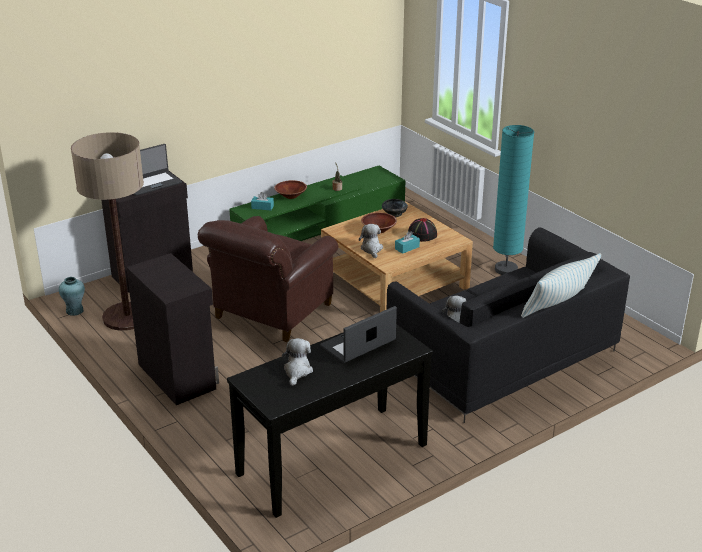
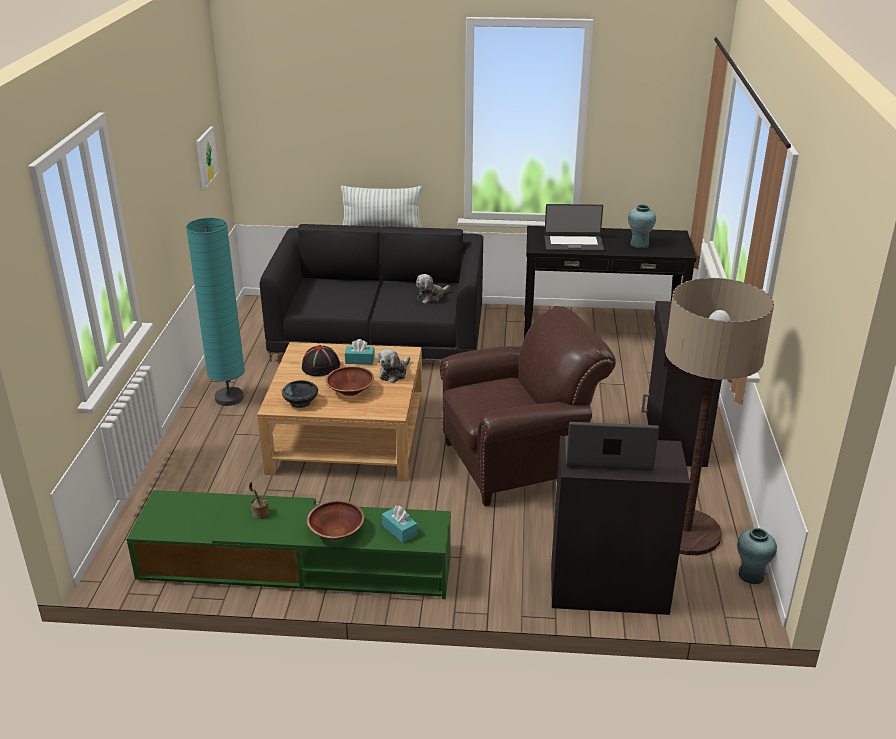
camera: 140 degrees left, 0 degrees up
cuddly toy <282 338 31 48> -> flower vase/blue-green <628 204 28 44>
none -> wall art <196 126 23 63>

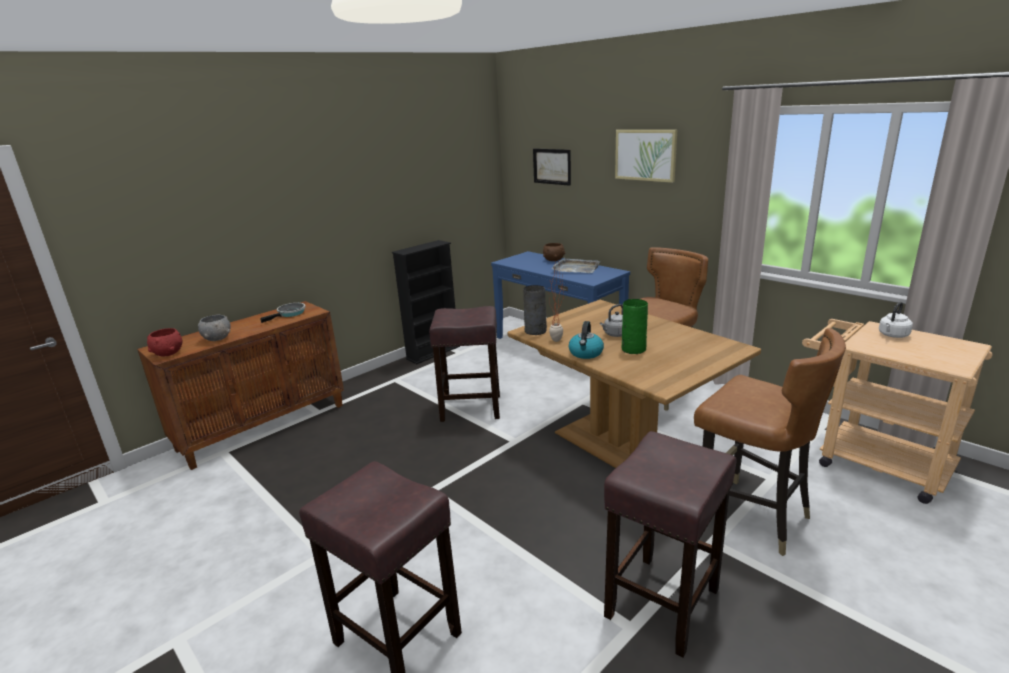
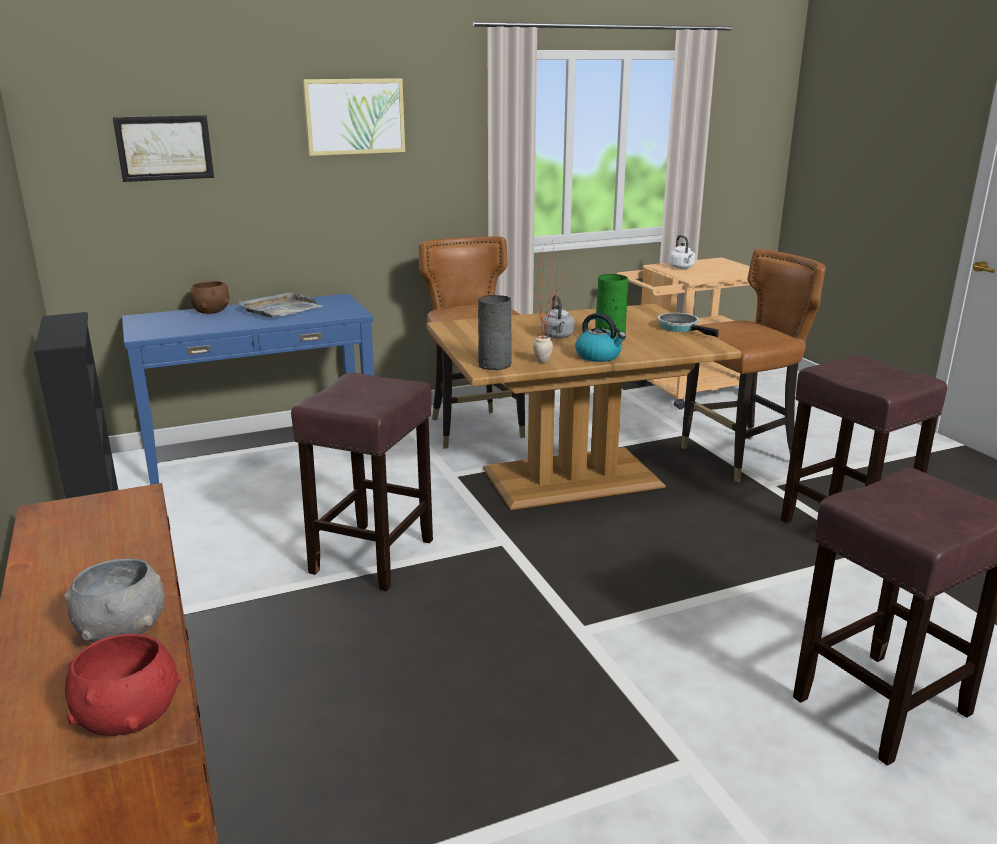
camera: 70 degrees left, 0 degrees up
pan <260 303 46 20> -> pan <658 313 61 24>, move

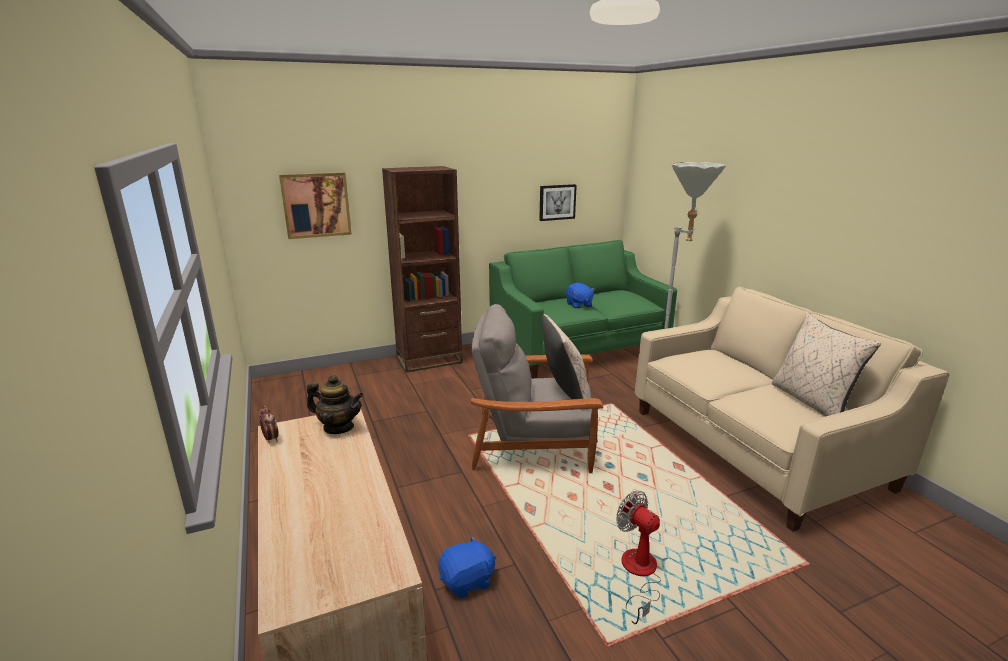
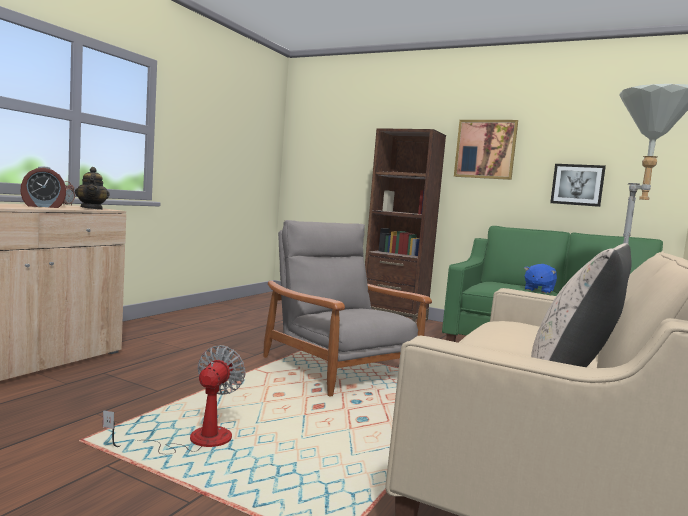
camera: 50 degrees right, 15 degrees down
wall art <279 172 73 67> -> wall art <454 120 64 60>, move
cushion/beige <542 314 46 85> -> none
cuddly toy/blue <439 536 57 62> -> none
none -> table clock <21 166 45 42>

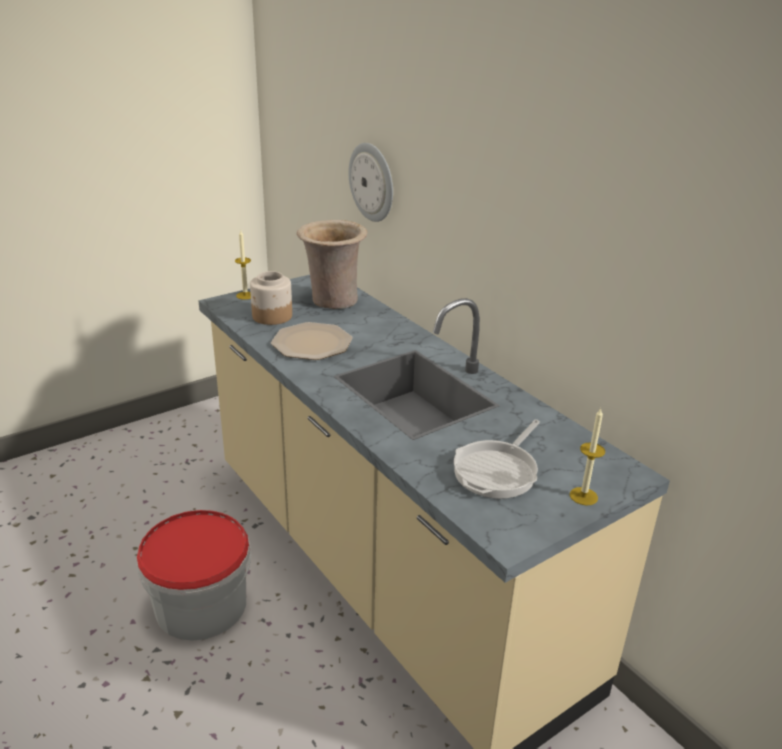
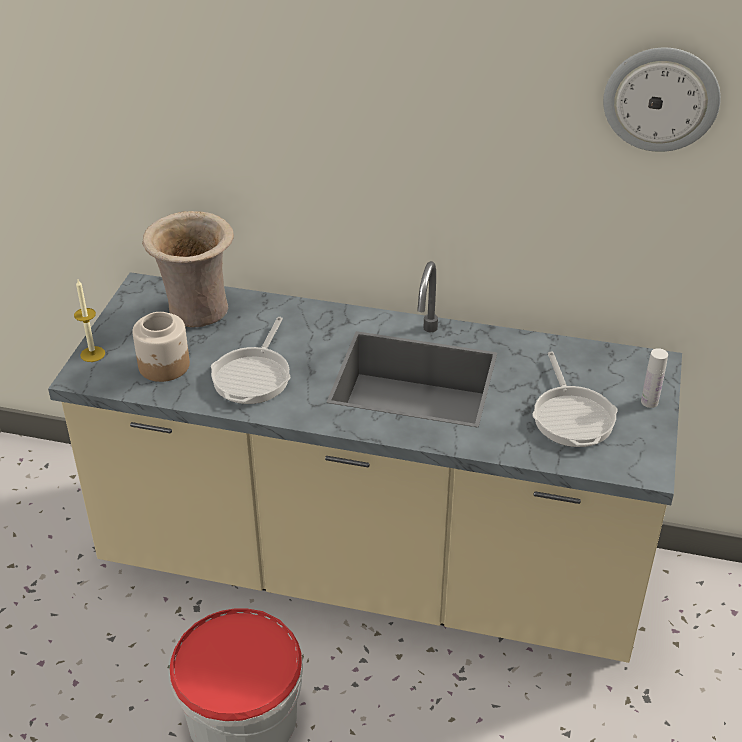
camera: 40 degrees left, 10 degrees up
hanging clock <349 143 44 79> -> hanging clock <603 48 118 104>, move
plate <271 322 82 38> -> pan <211 317 79 87>
wax light <570 408 35 97> -> bottle/white-coloured <641 348 27 60>

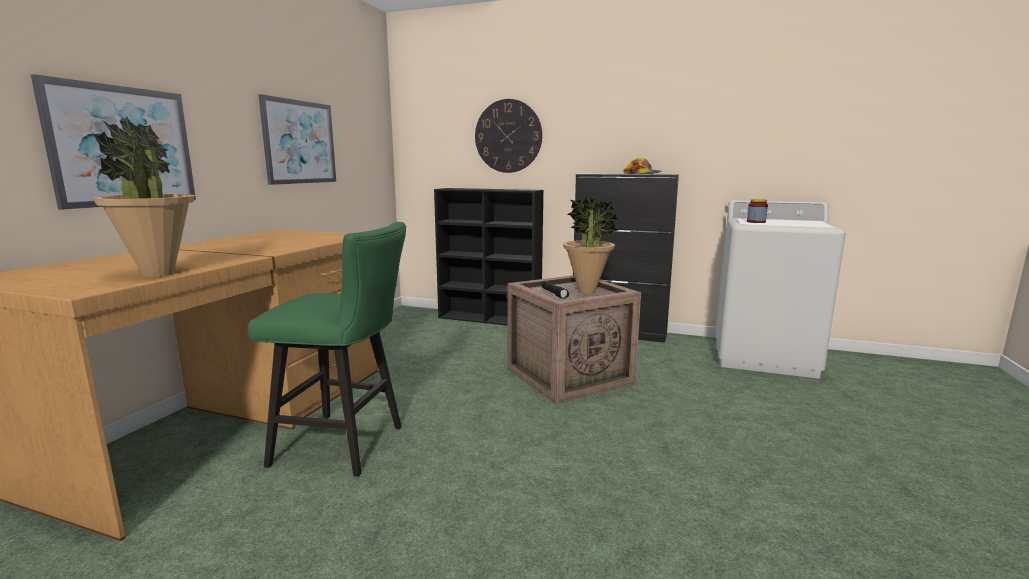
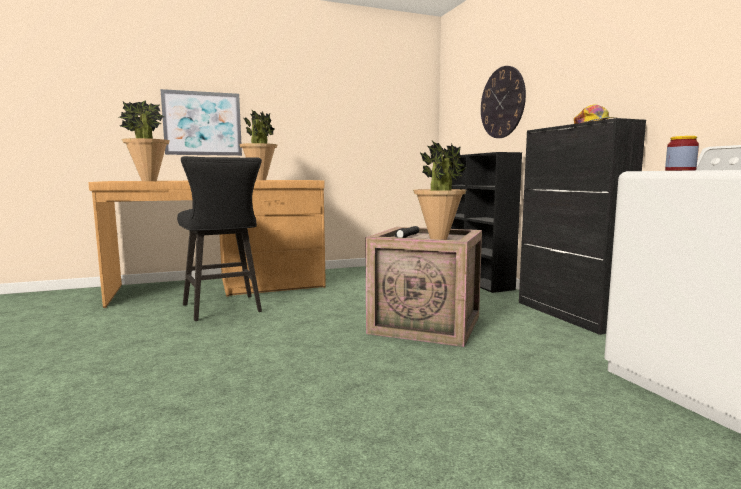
camera: 50 degrees right, 5 degrees down
wall art <258 94 78 91> -> none
stool/greenish <248 222 158 255> -> stool/blackish <177 156 85 165>
none -> plant in a pot <239 109 38 71>

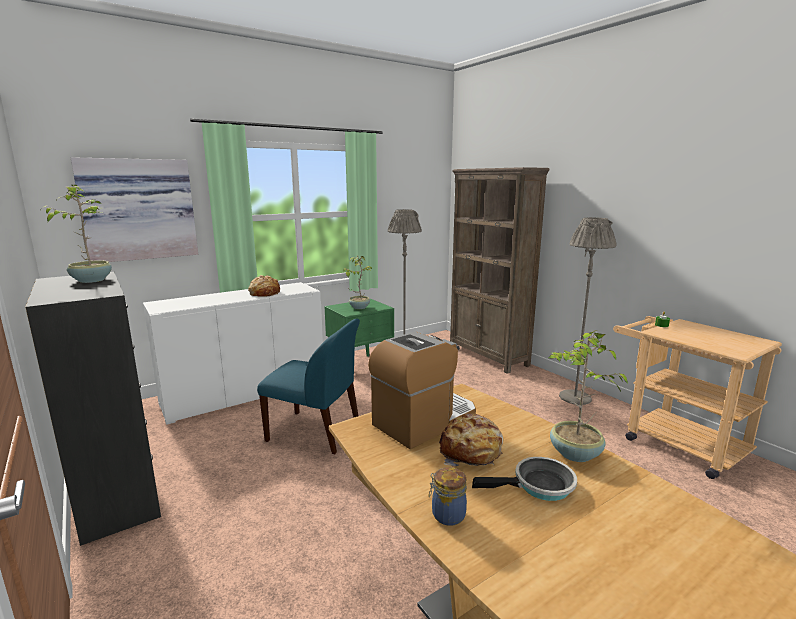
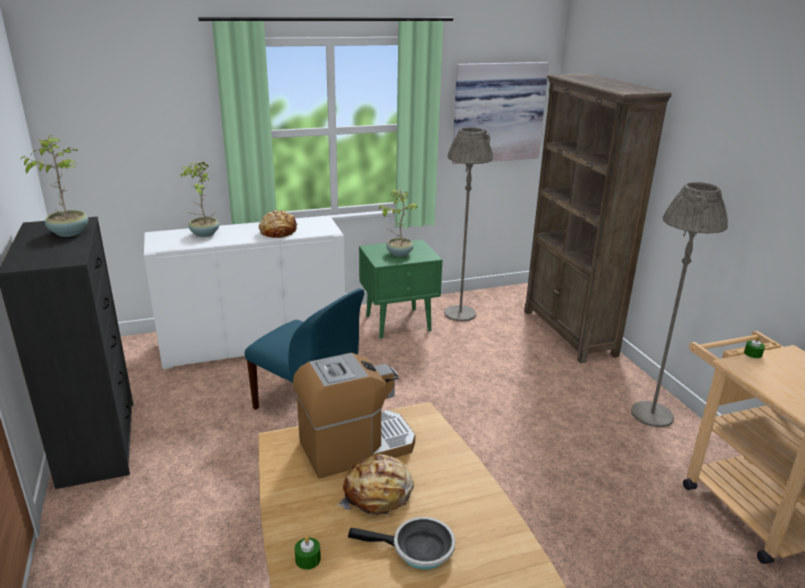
camera: 15 degrees right, 10 degrees up
wall art <71 157 127 105> -> wall art <452 62 97 102>, move
plant in a pot <549 330 79 132> -> plant in a pot <181 162 38 75>, move
storage jar <429 467 38 59> -> wax light/greenish <295 537 26 33>

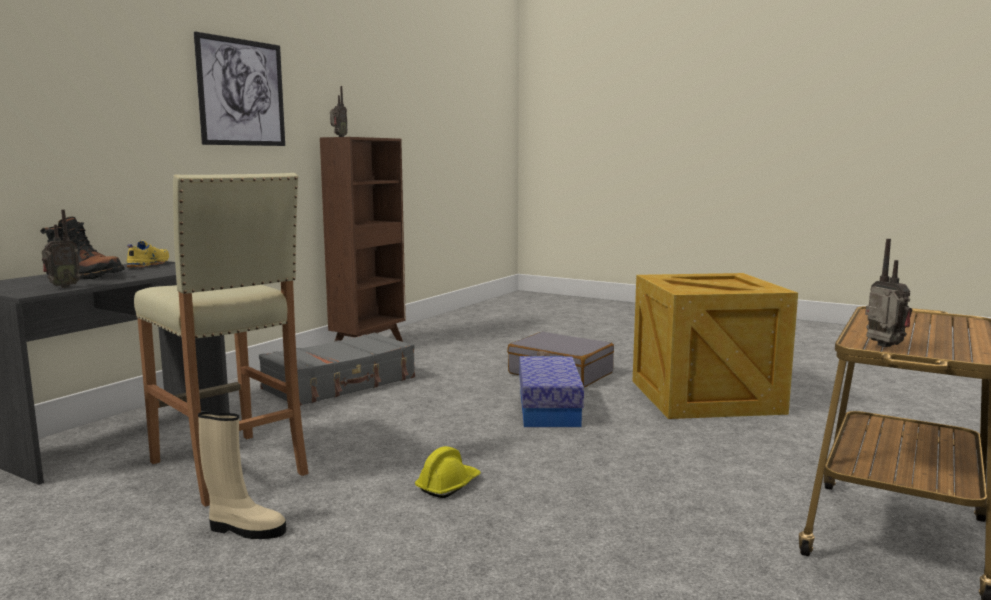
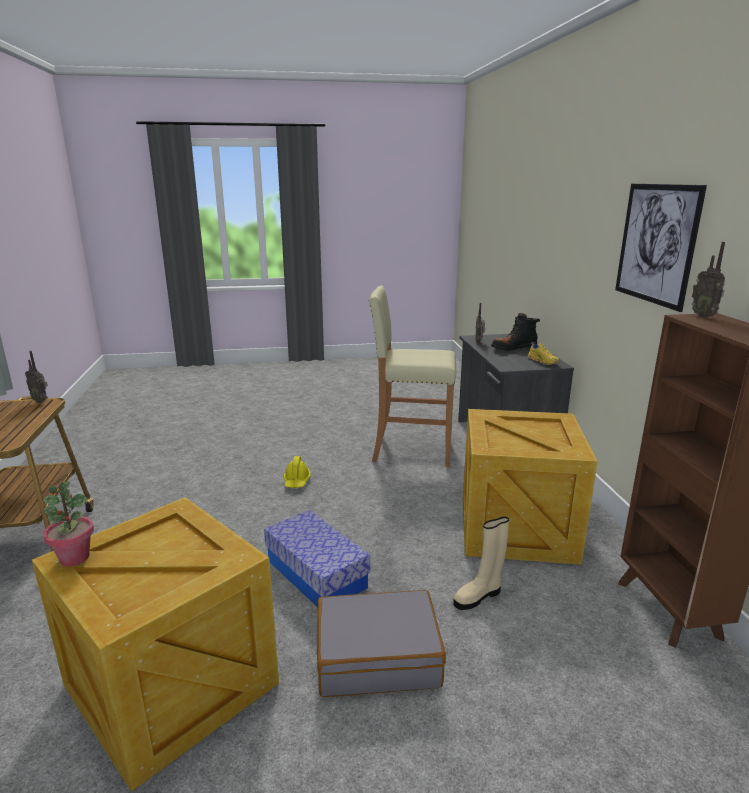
camera: 140 degrees right, 10 degrees up
piece of luggage/gray <259 333 156 73> -> shipping crate <463 409 135 156>
tall boot/beige <198 412 88 127> -> tall boot/beige <453 517 56 93>, move
none -> plant in a pot <43 482 51 85>

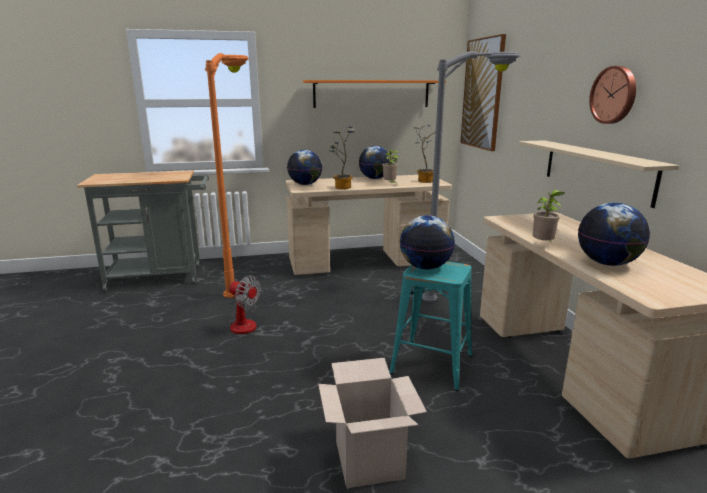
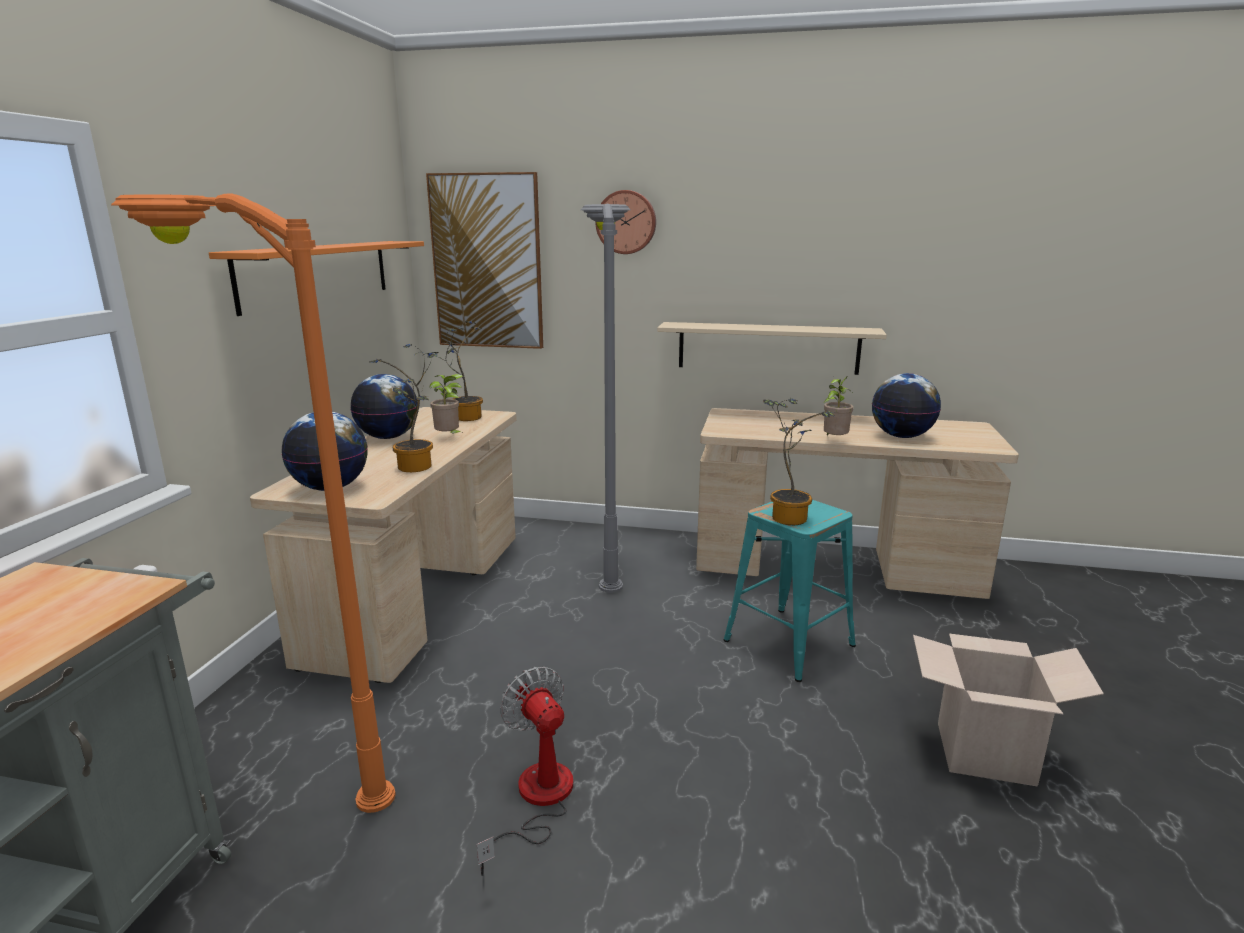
camera: 65 degrees left, 0 degrees up
hanging clock <589 66 47 58> -> hanging clock <595 190 61 64>, move
world globe <400 215 55 55> -> plant in a pot <763 398 72 127>
cooling fan <229 275 32 59> -> cooling fan <477 666 96 210>, 90 degrees counterclockwise

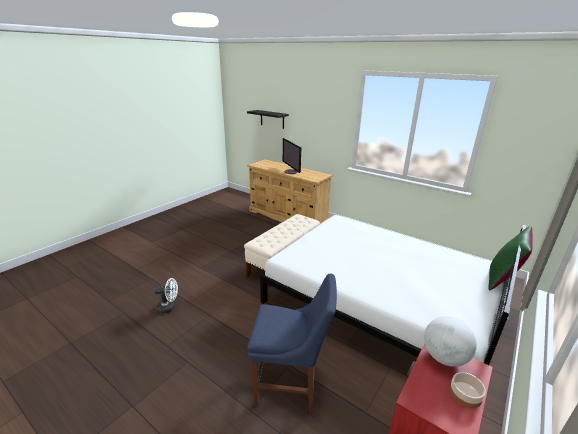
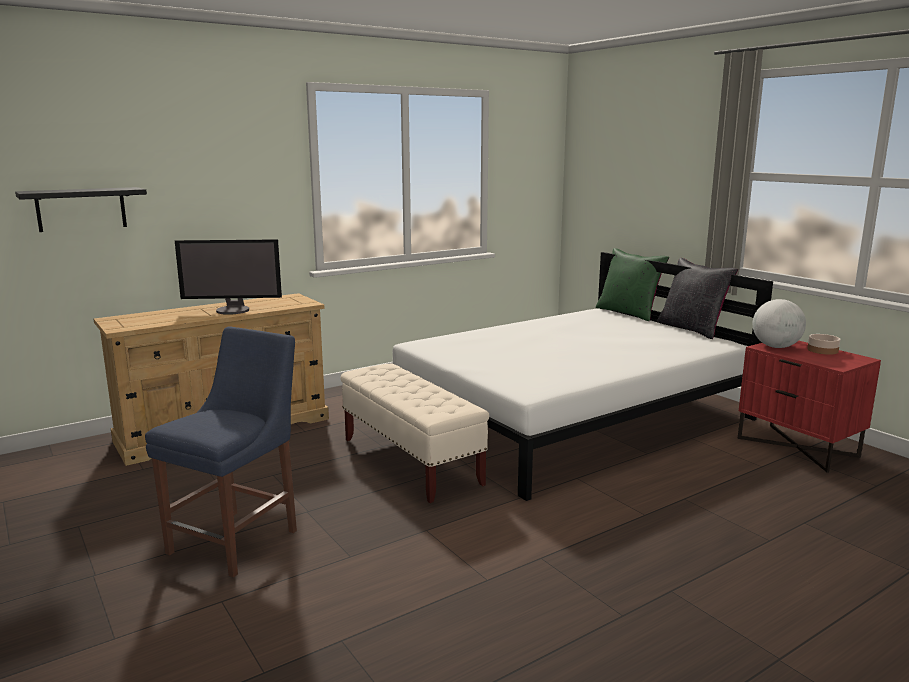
camera: 70 degrees left, 10 degrees down
plain chair/blue <248 274 89 139> -> plain chair/blue <145 326 152 252>, move
cooling fan/white-coloured <154 278 24 36> -> none
none -> cushion/blackish <657 258 81 81>

